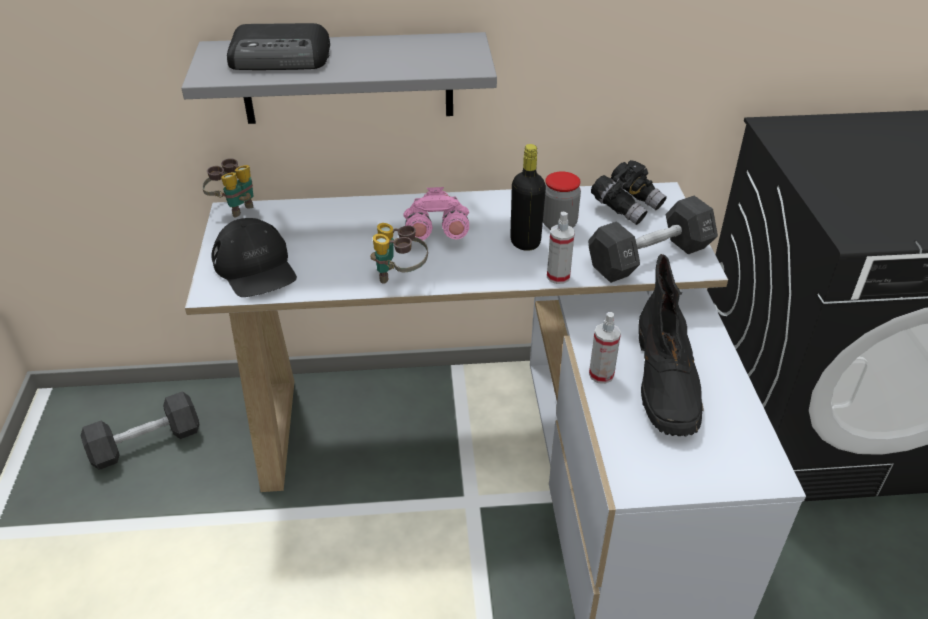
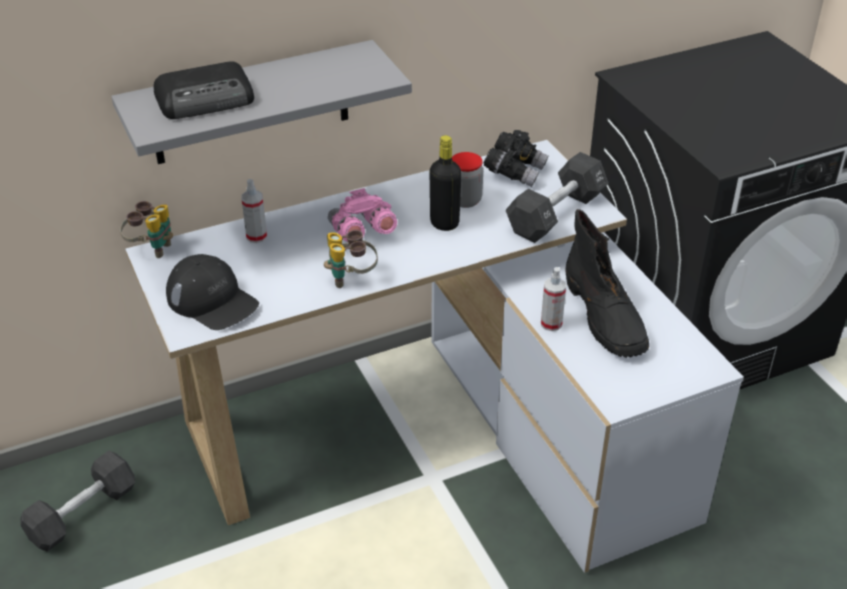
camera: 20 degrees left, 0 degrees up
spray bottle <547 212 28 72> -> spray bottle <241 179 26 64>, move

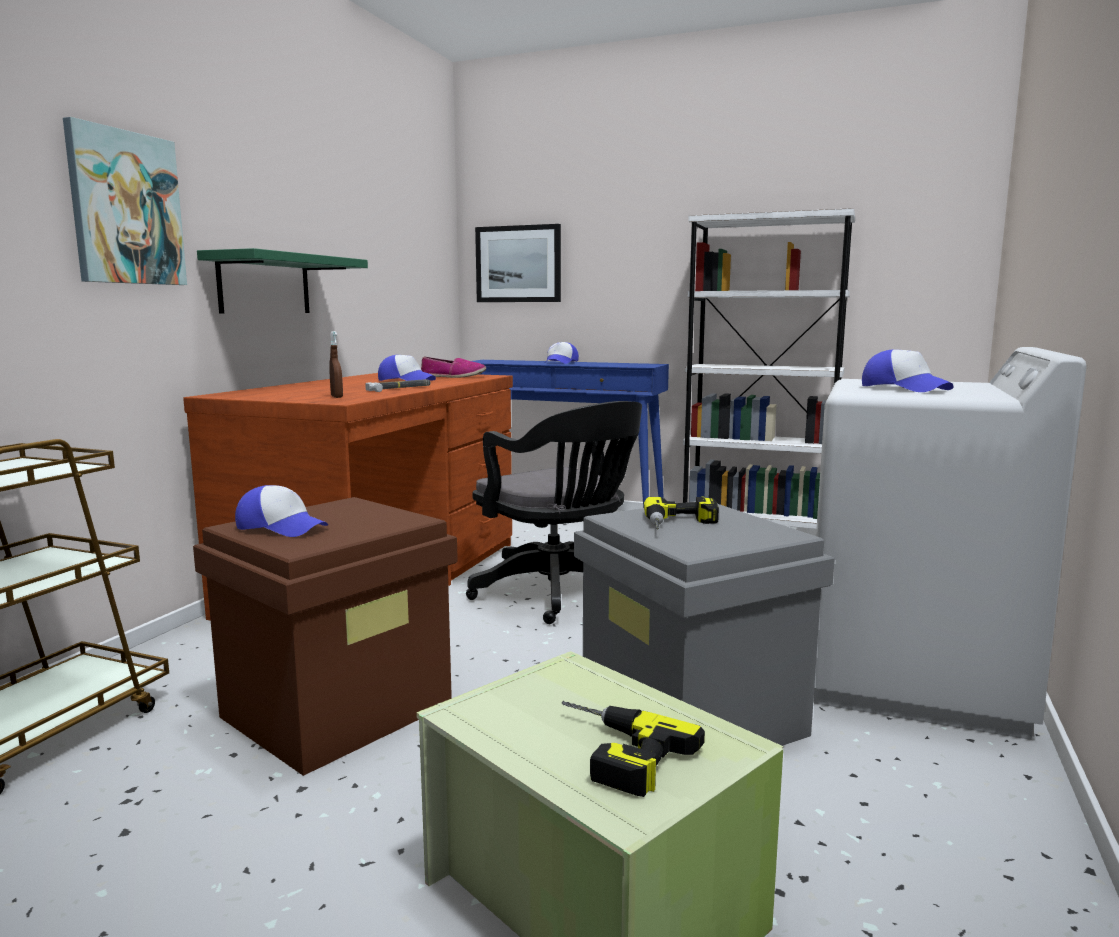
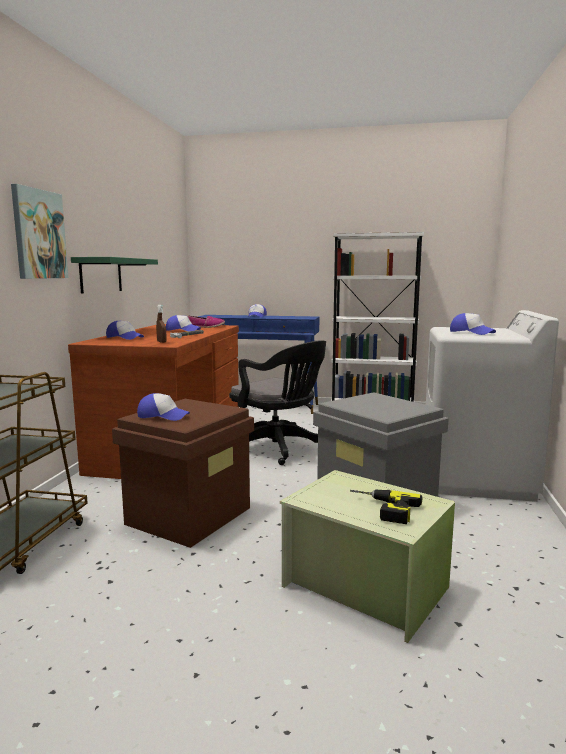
camera: 10 degrees left, 0 degrees up
wall art <475 224 86 78> -> none
power drill <644 497 75 32> -> none
none -> peaked cap <106 321 38 19>

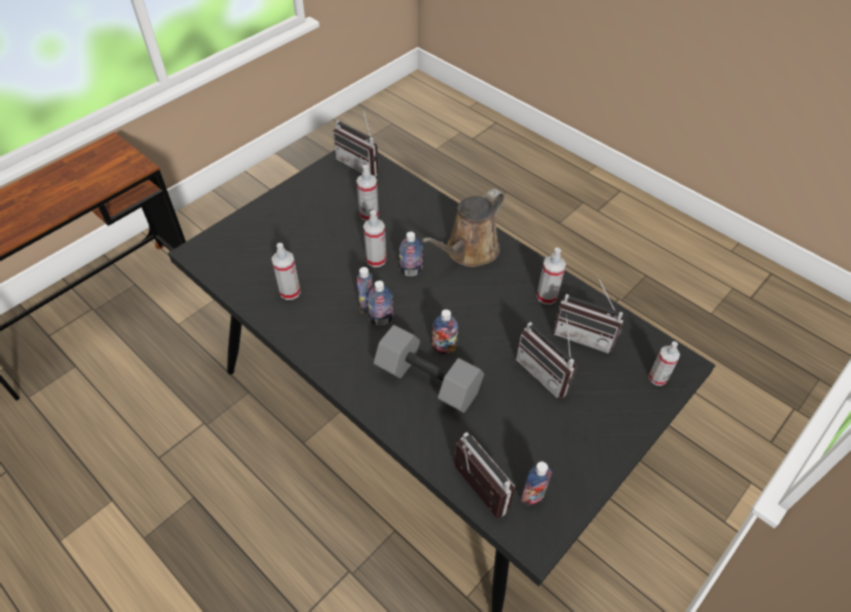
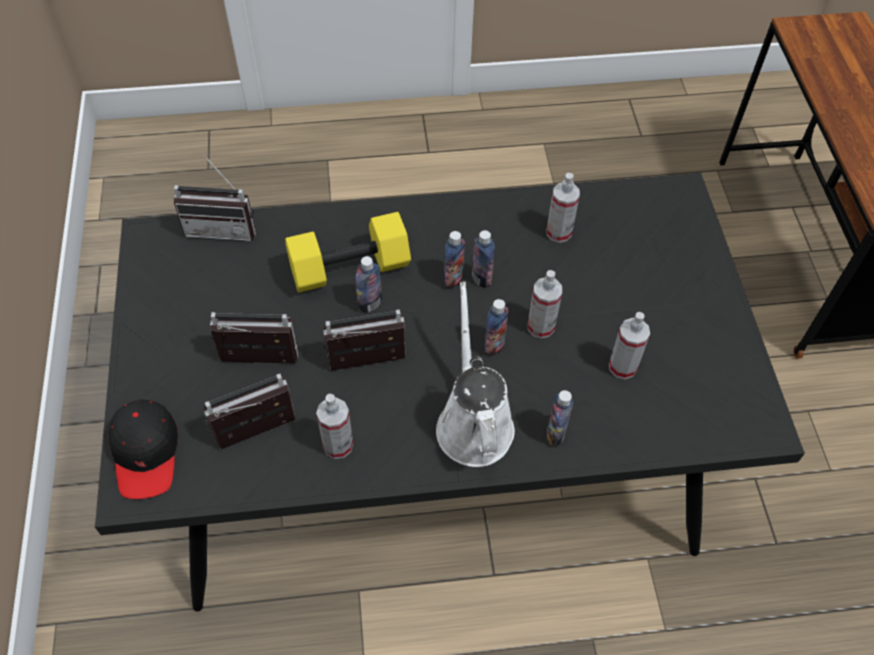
camera: 130 degrees right, 5 degrees up
radio set <333 108 46 69> -> radio set <322 310 83 61>, move
watering pot/brownish <421 189 84 78> -> watering pot/white-coloured <436 282 79 185>
hand weight/gray <374 325 110 88> -> hand weight/yellow <285 212 126 80>
spray bottle <649 341 31 45> -> peaked cap/blackish <109 399 69 100>
bottle <521 462 31 43> -> bottle <546 390 27 56>, move

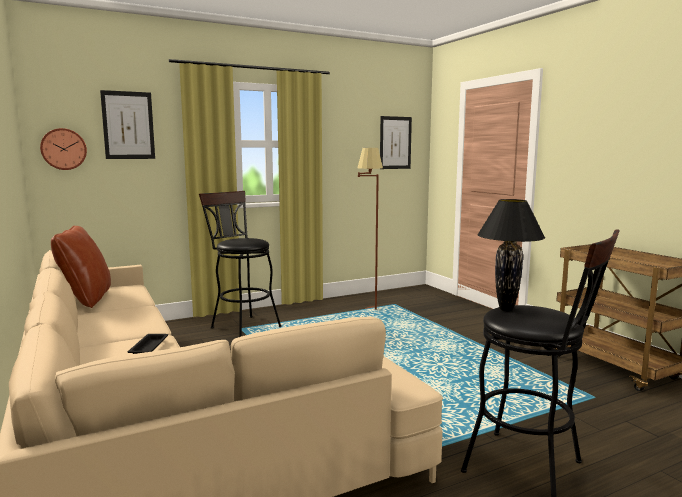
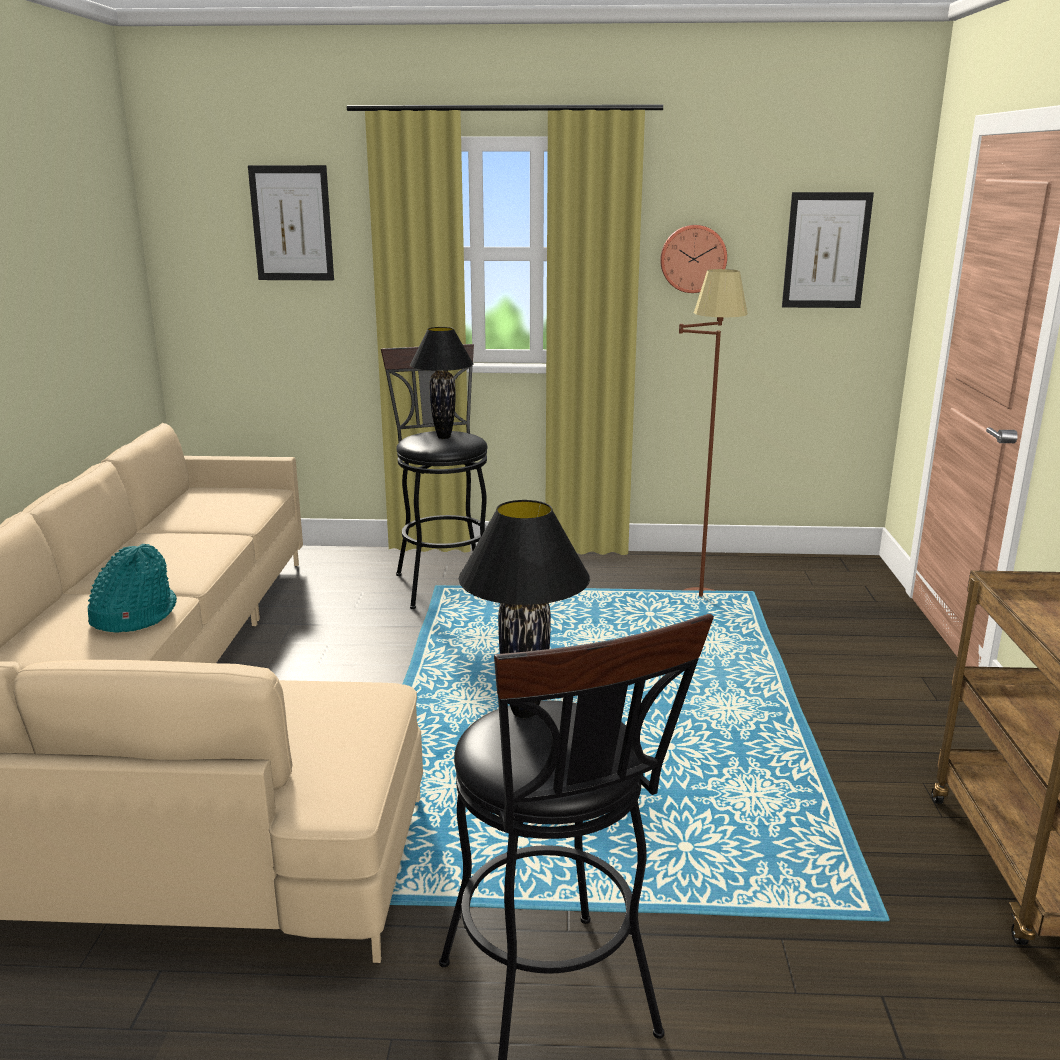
camera: 30 degrees right, 10 degrees up
hanging clock <40 128 47 42> -> hanging clock <660 225 67 68>, move
cushion/brownish <51 226 60 82> -> none
tray/blackish <127 334 41 20> -> hat/blue-green <87 544 90 89>
none -> table lamp/blackish <410 327 64 112>

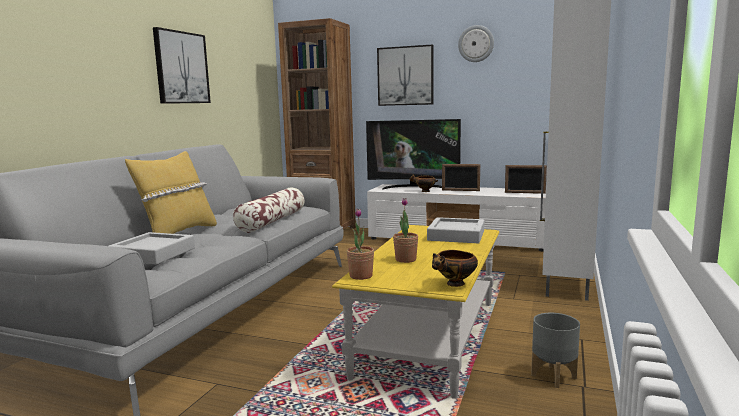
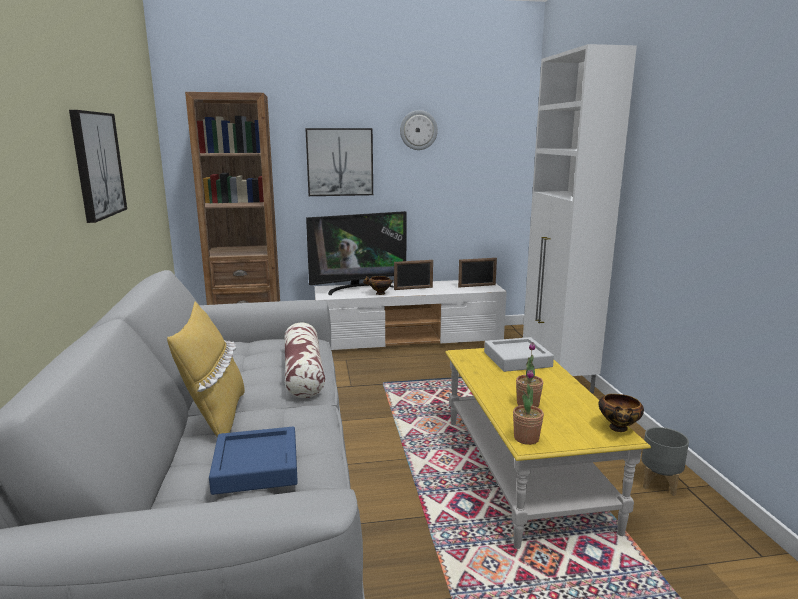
camera: 30 degrees left, 5 degrees up
tray/gray <109 232 86 33> -> tray/blue <209 427 89 68>

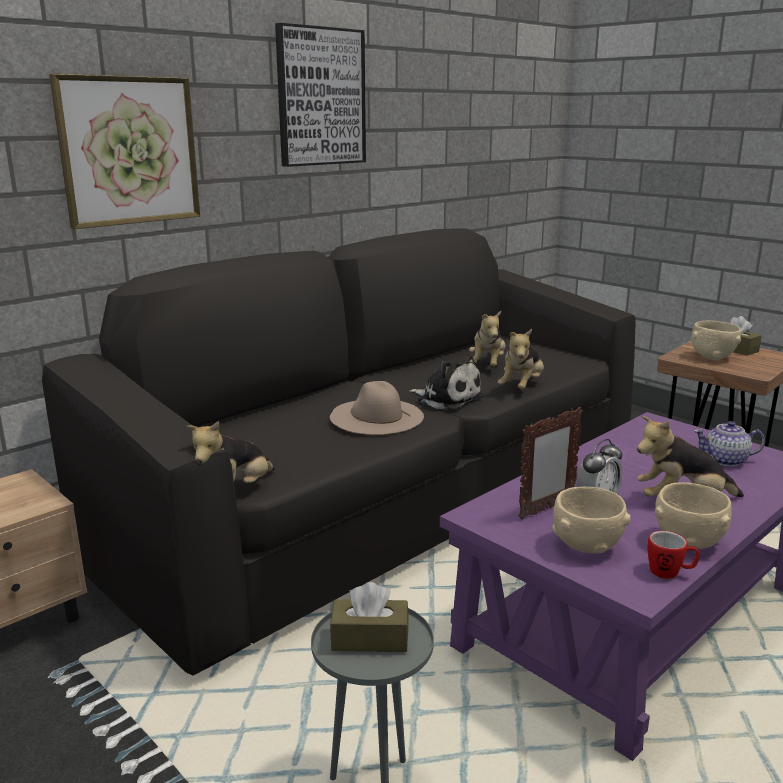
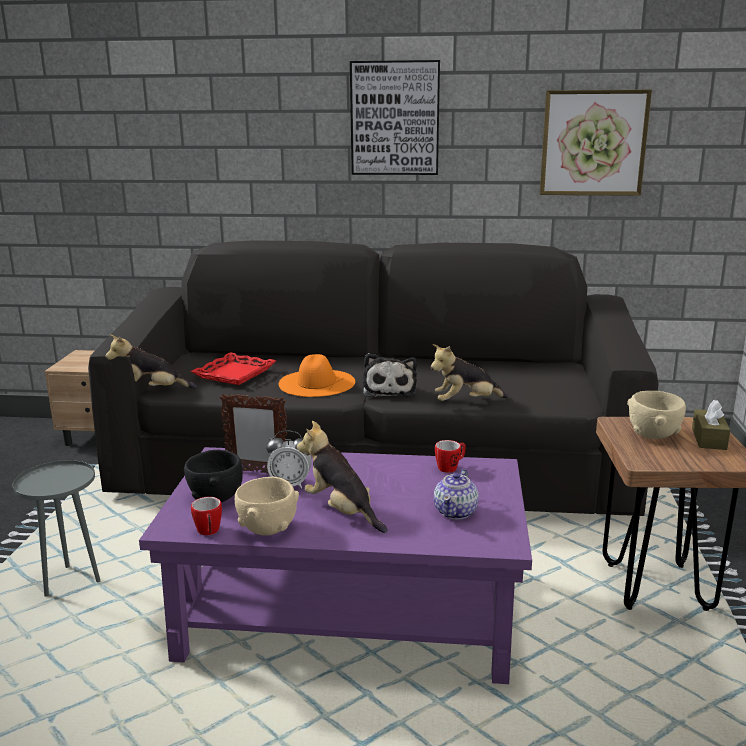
camera: 50 degrees right, 0 degrees up
wall art <49 74 151 155> -> wall art <540 90 112 106>, move
cuddly toy <469 311 36 55> -> none
hat/beige <330 381 94 54> -> hat/orange-coloured <279 354 76 43>
pot for tea <694 421 71 46> -> pot for tea <434 469 45 50>, 120 degrees counterclockwise
serving bowl/beige <552 487 79 67> -> serving bowl/blackish <184 450 59 52>
tissue holder/brownish <330 582 79 70> -> none
none -> tray/reddish <191 352 85 33>
none -> tea mug <435 440 31 33>

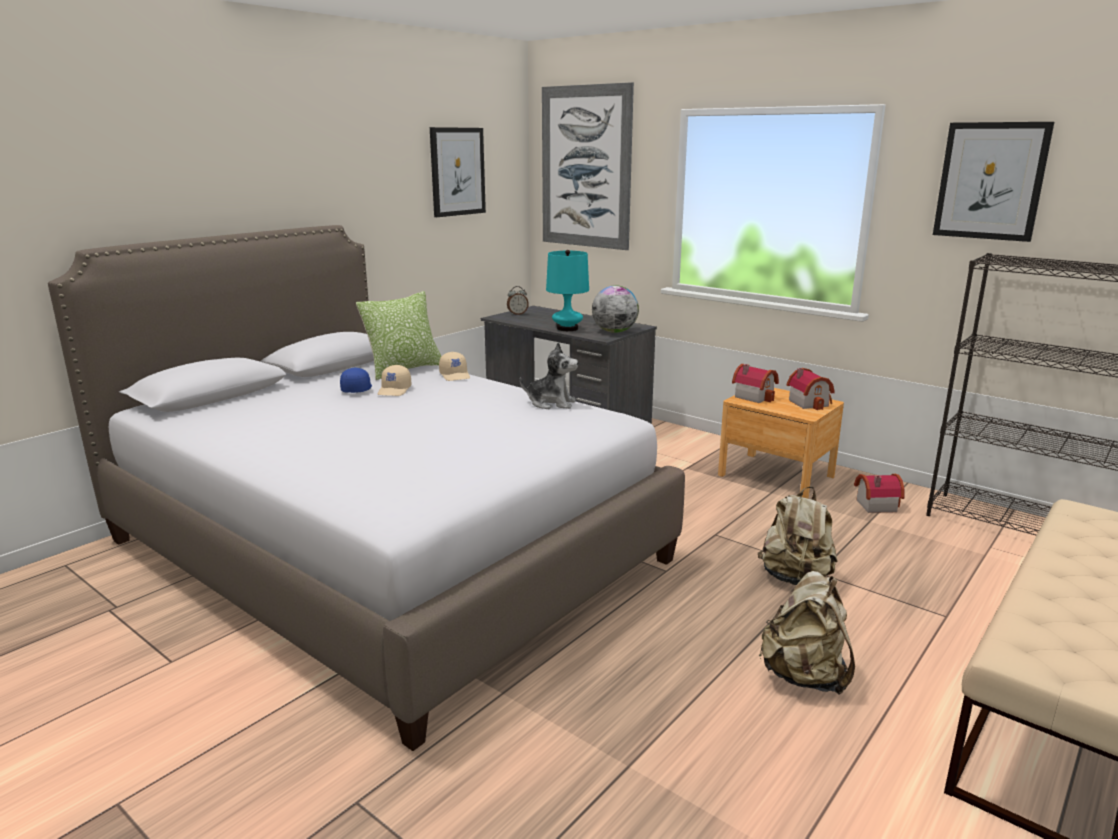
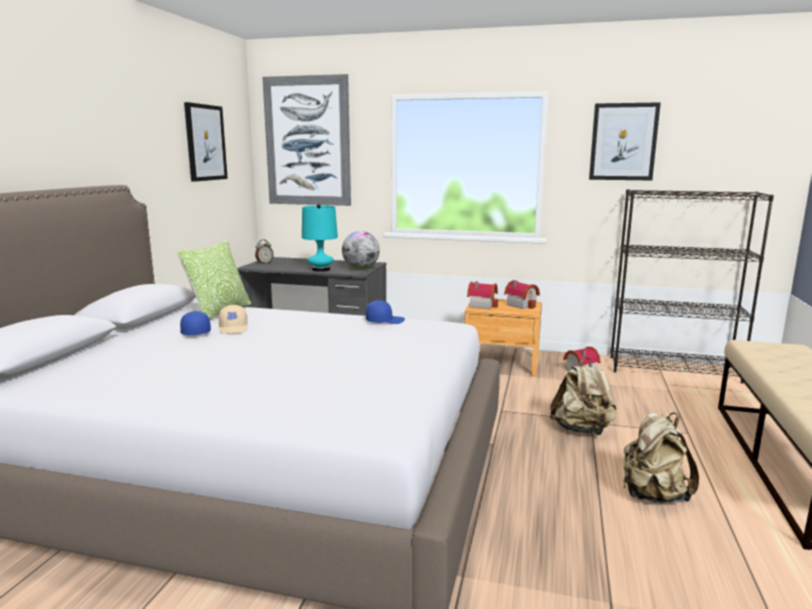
camera: 25 degrees left, 5 degrees down
cuddly toy <520 342 58 67> -> peaked cap/blue <366 300 39 24>
peaked cap/beige <439 352 31 29> -> none

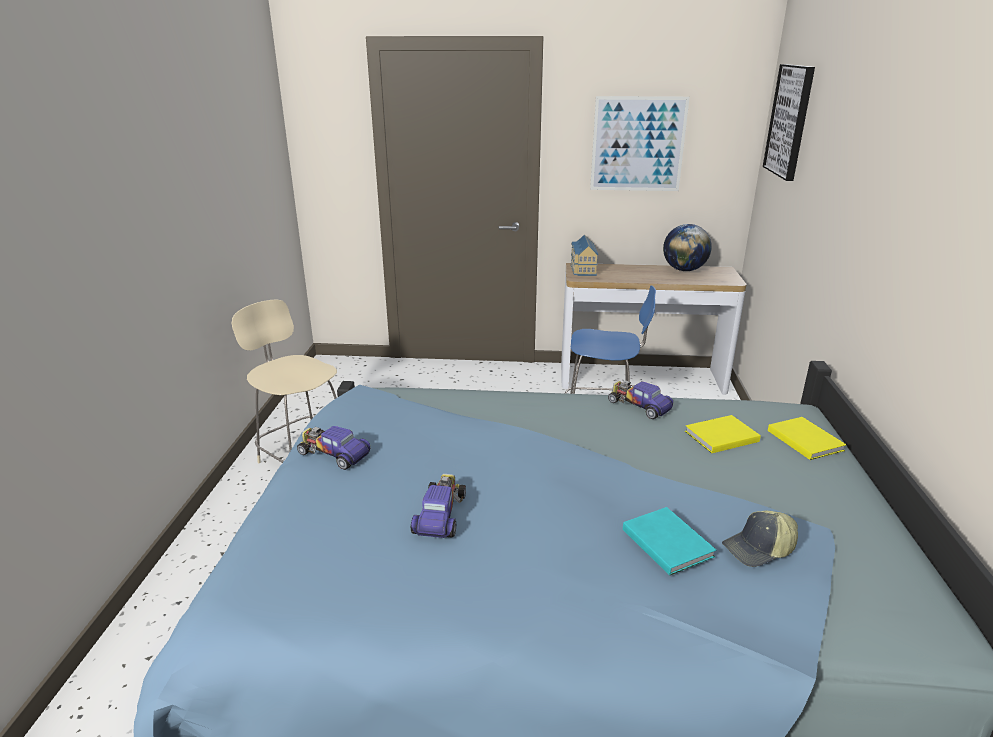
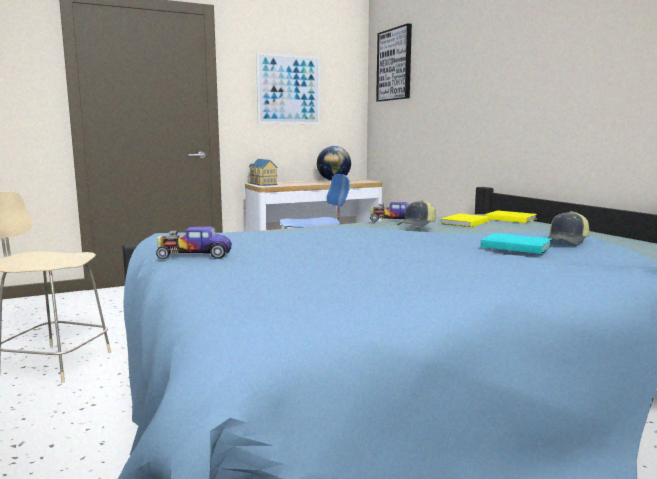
camera: 30 degrees left, 15 degrees down
model car <411 474 55 64> -> none
none -> peaked cap <397 200 39 27>

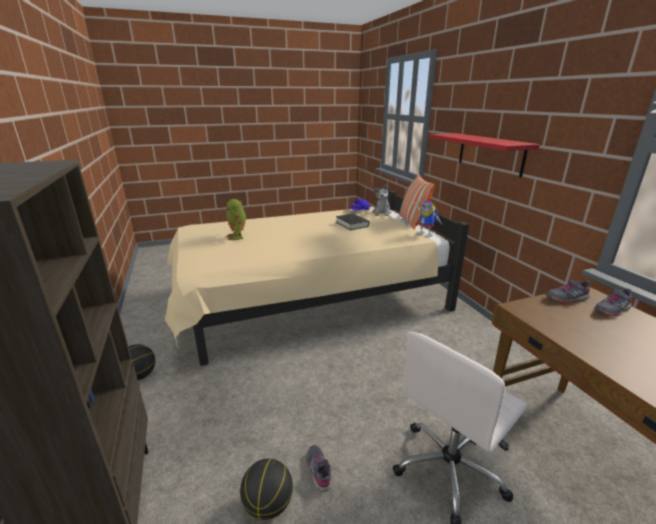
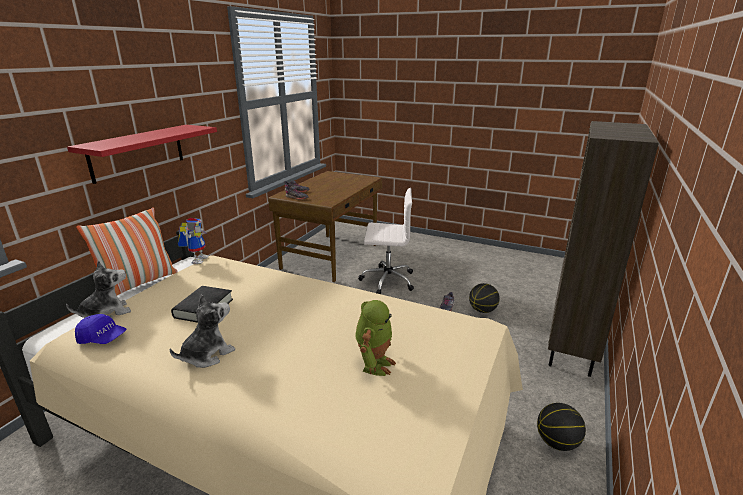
camera: 135 degrees left, 0 degrees up
none -> cuddly toy <170 294 65 74>

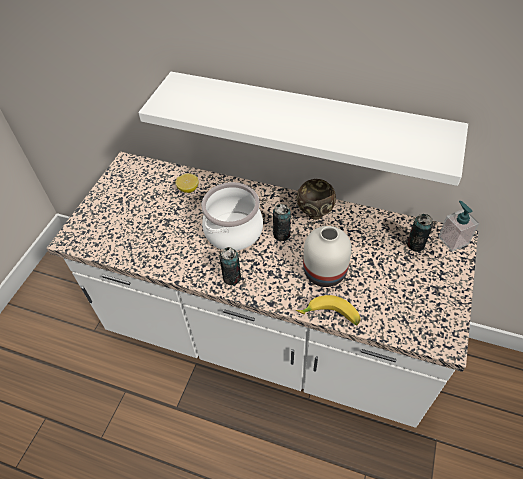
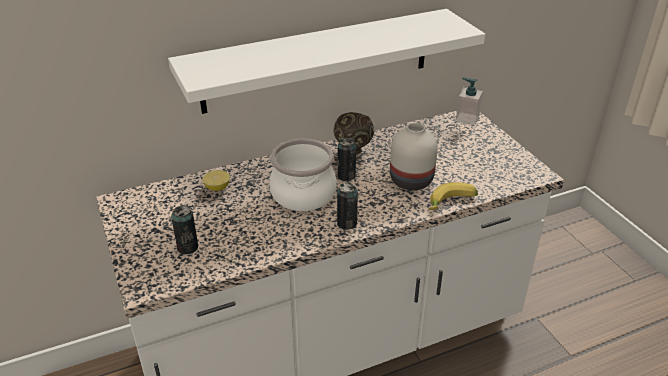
camera: 45 degrees left, 15 degrees down
metal can <407 214 26 38> -> metal can <171 205 27 49>, move

